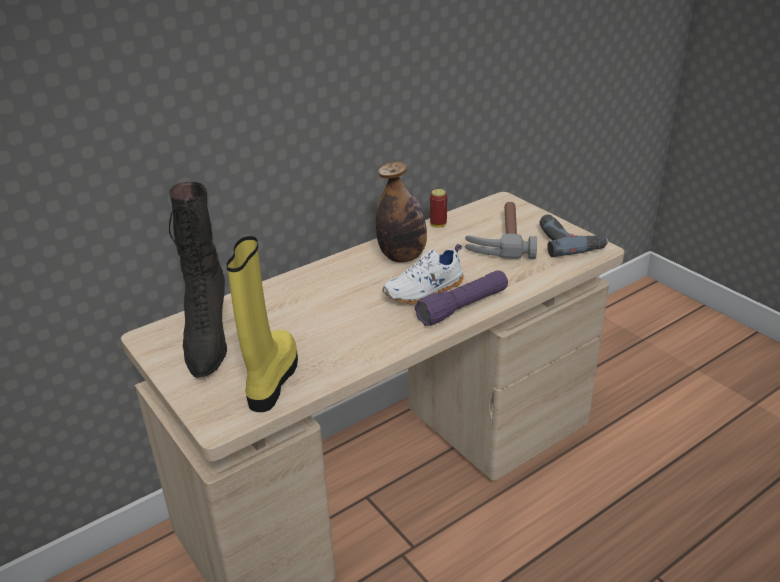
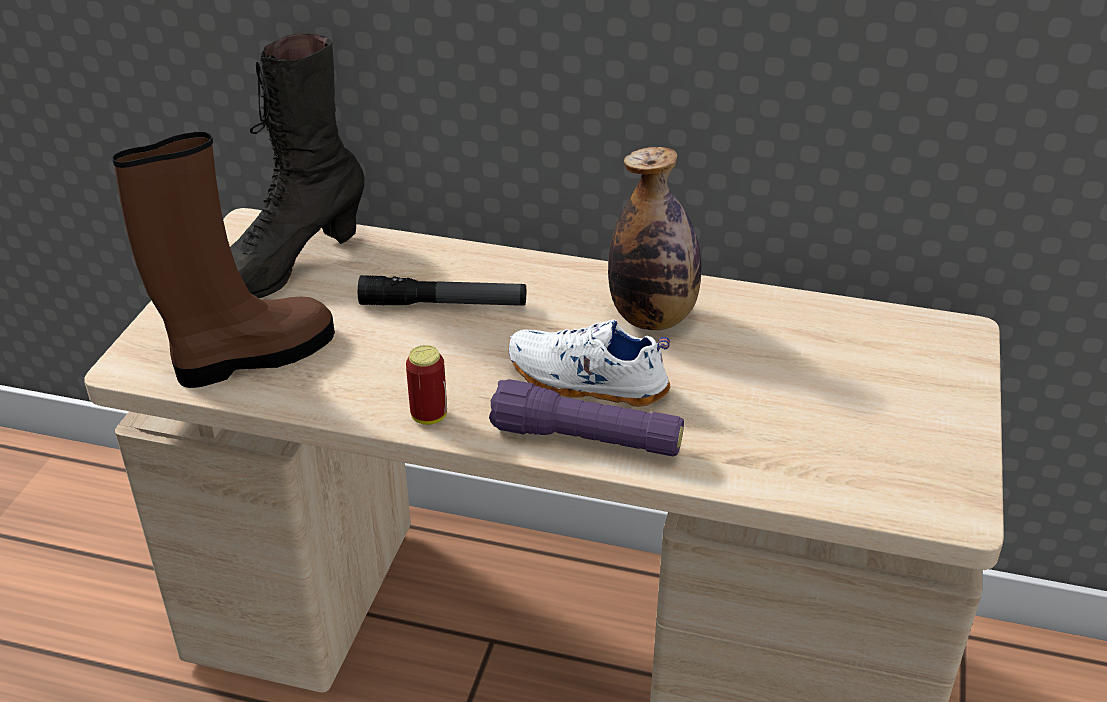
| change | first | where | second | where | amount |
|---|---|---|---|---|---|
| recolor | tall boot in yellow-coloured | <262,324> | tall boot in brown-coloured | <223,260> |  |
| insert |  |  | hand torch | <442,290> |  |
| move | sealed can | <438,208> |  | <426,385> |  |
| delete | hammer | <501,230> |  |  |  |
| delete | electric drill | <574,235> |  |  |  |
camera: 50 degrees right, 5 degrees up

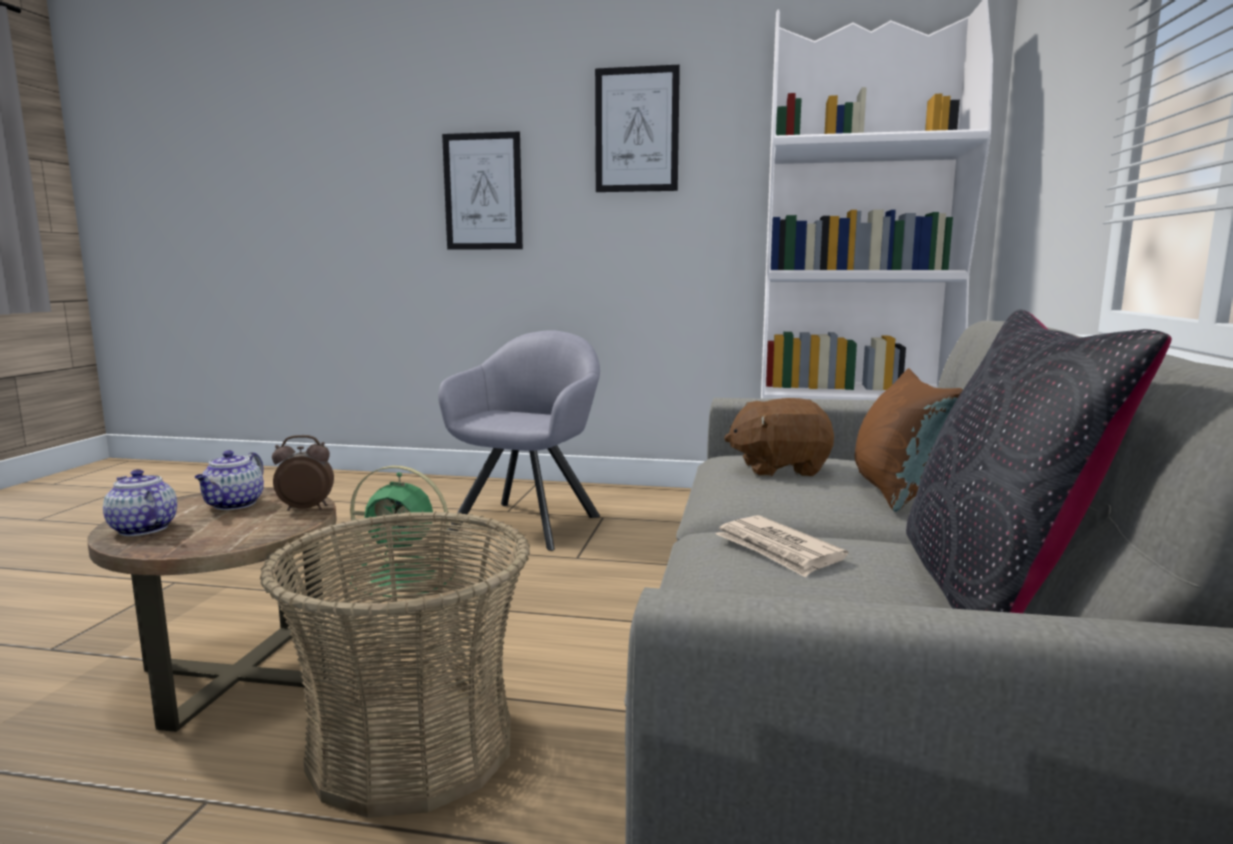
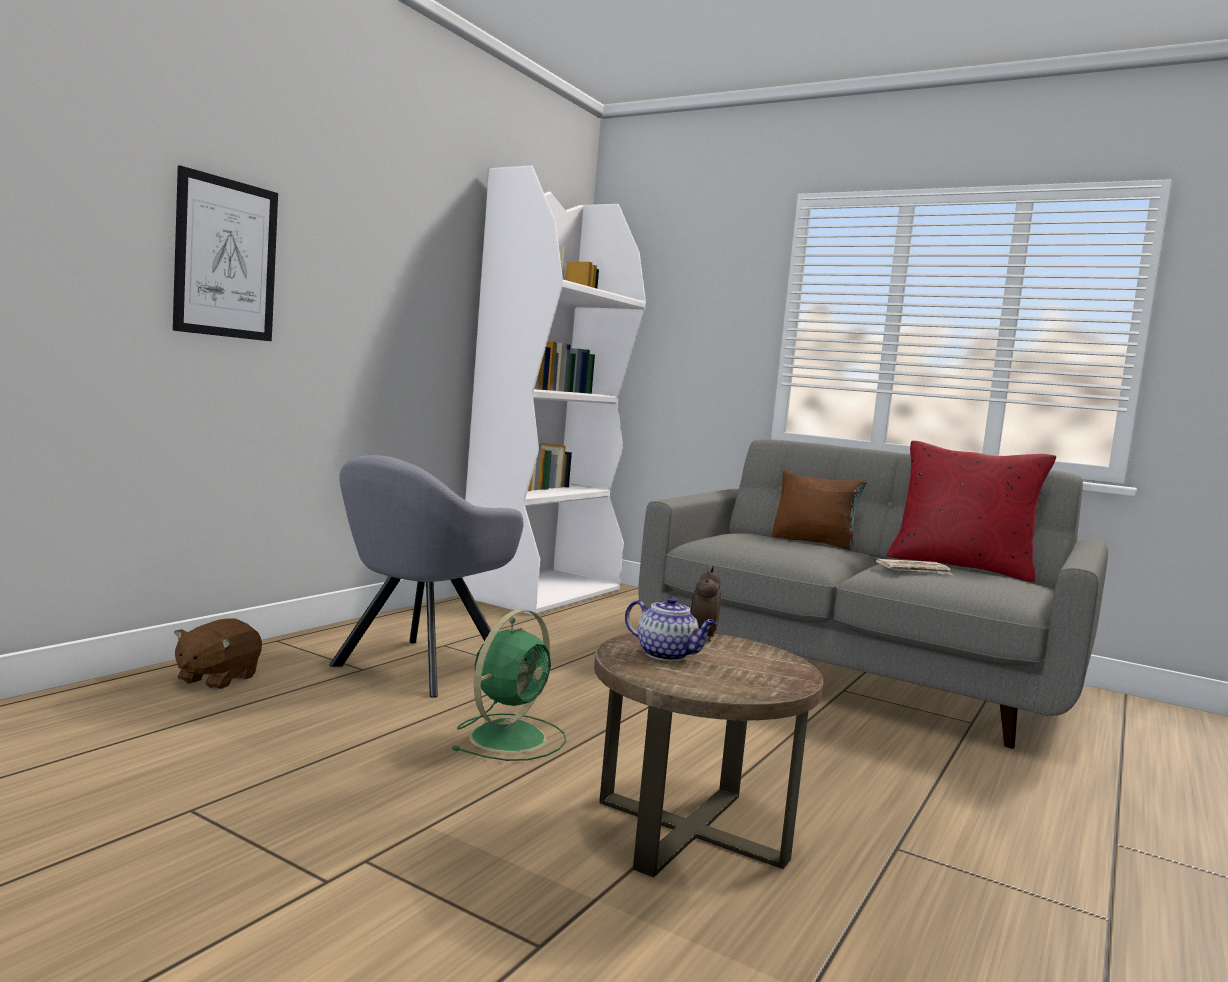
| change | first | where | second | where | amount |
|---|---|---|---|---|---|
| move | cuddly toy in brown-coloured | <779,437> |  | <218,654> |  |
| rotate | lounge chair in greyish | <519,440> |  | <426,576> | 105 degrees counterclockwise |
| recolor | cushion in blackish | <1039,461> | cushion in reddish | <971,511> |  |
| delete | pot for tea | <140,502> |  |  |  |
| delete | basket | <395,664> |  |  |  |
| delete | picture | <637,128> |  |  |  |
camera: 70 degrees left, 5 degrees down

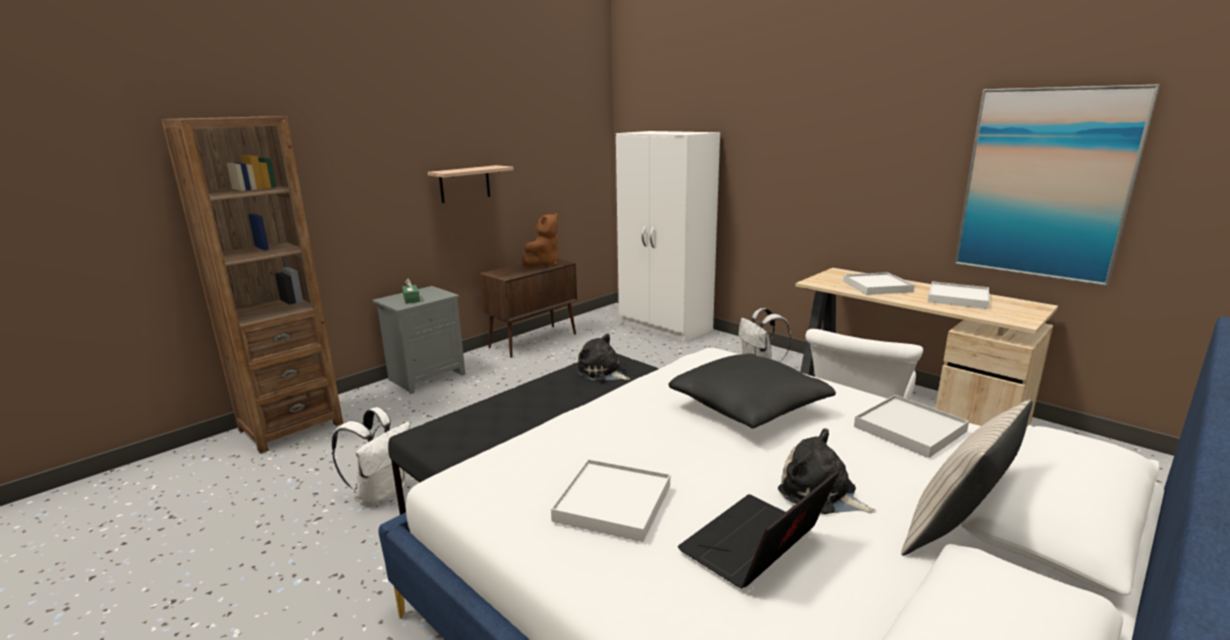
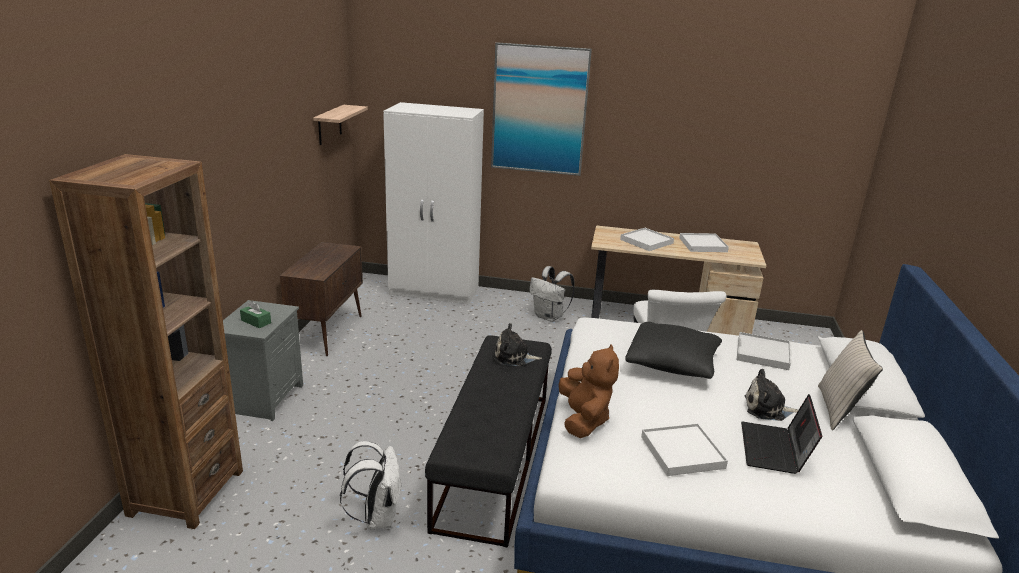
| change | first | where | second | where | amount |
|---|---|---|---|---|---|
| move | shelf | <471,184> |  | <340,125> |  |
| move | picture | <1057,186> |  | <541,109> |  |
| move | cuddly toy in brown-coloured | <540,240> |  | <589,391> |  |
camera: 35 degrees left, 5 degrees up

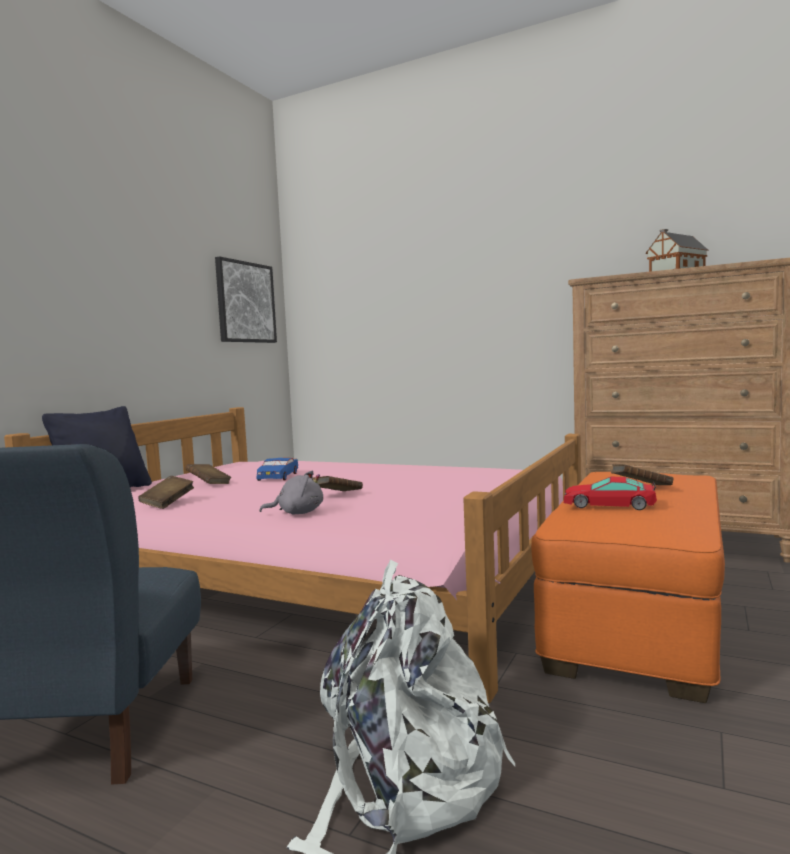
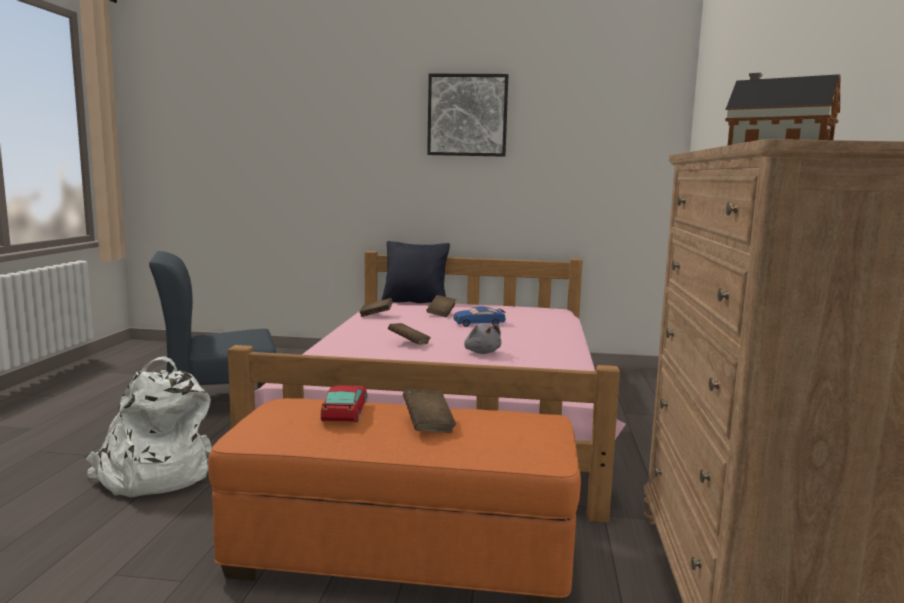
| change | first | where | second | where | amount |
|---|---|---|---|---|---|
| move | picture | <246,299> |  | <467,115> |  |
| move | cuddly toy in greyish | <291,493> |  | <482,339> |  |
camera: 70 degrees right, 5 degrees up

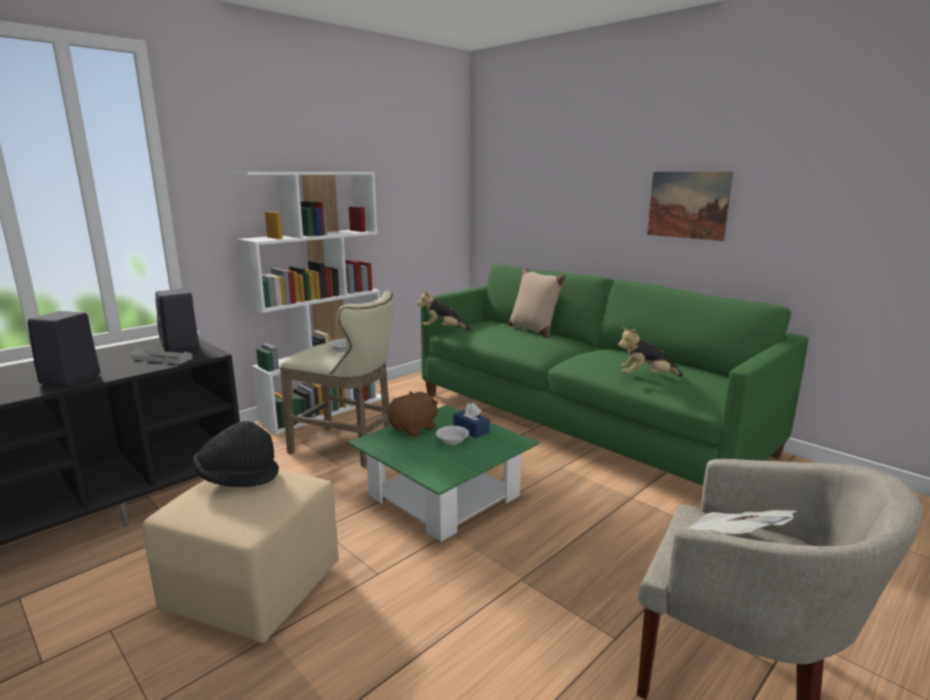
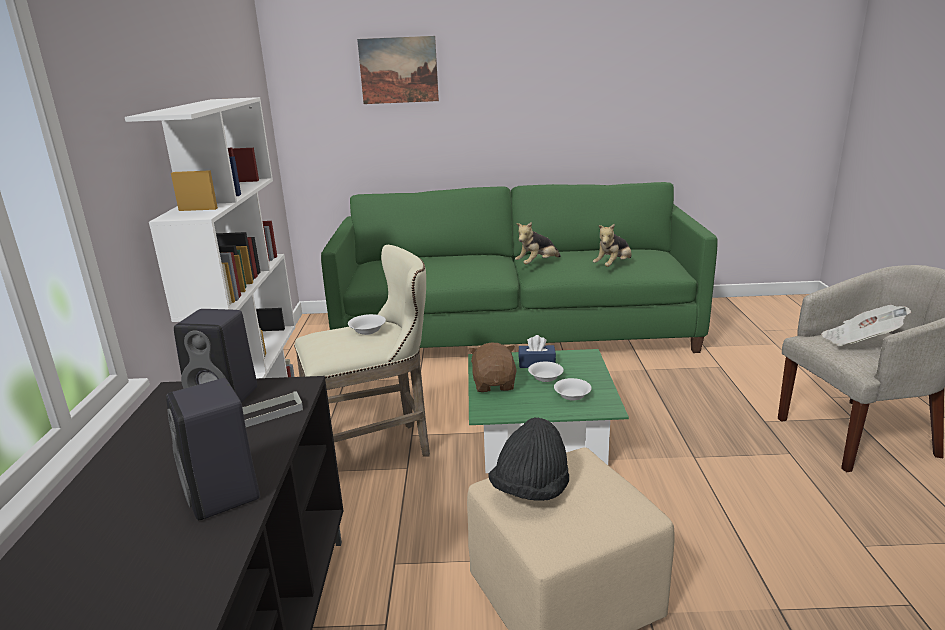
| change | first | where | second | where | amount |
|---|---|---|---|---|---|
| move | picture | <690,206> |  | <398,70> |  |
| move | cuddly toy | <444,310> |  | <538,243> |  |
| insert |  |  | serving bowl in white | <573,389> |  |
| delete | cushion in beige | <537,303> |  |  |  |
camera: 45 degrees left, 5 degrees up

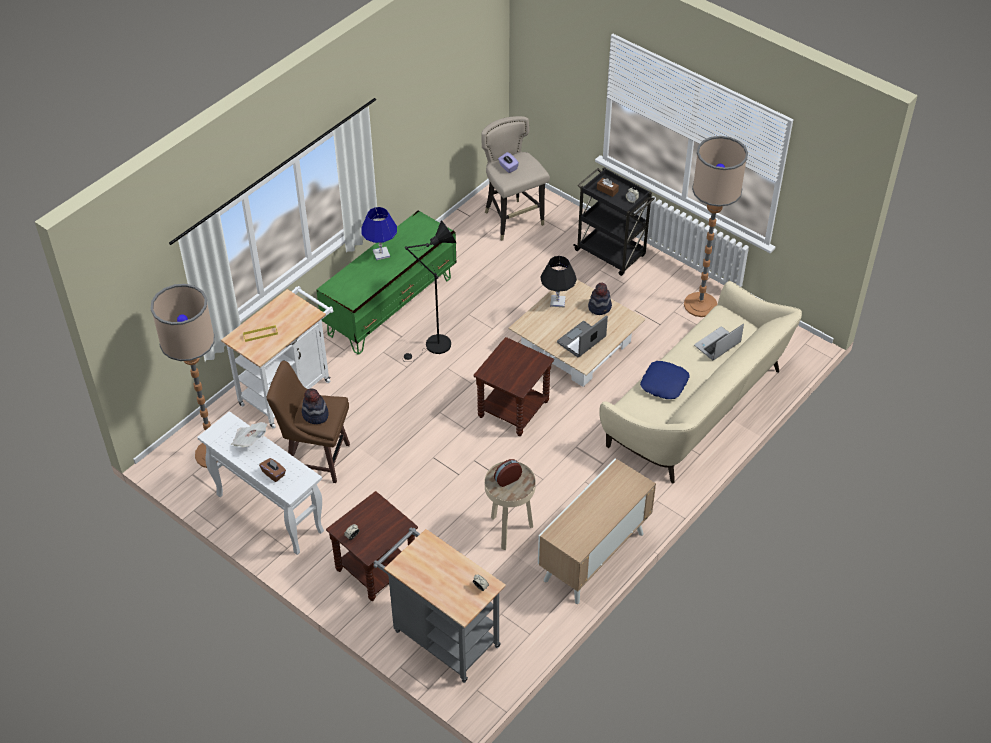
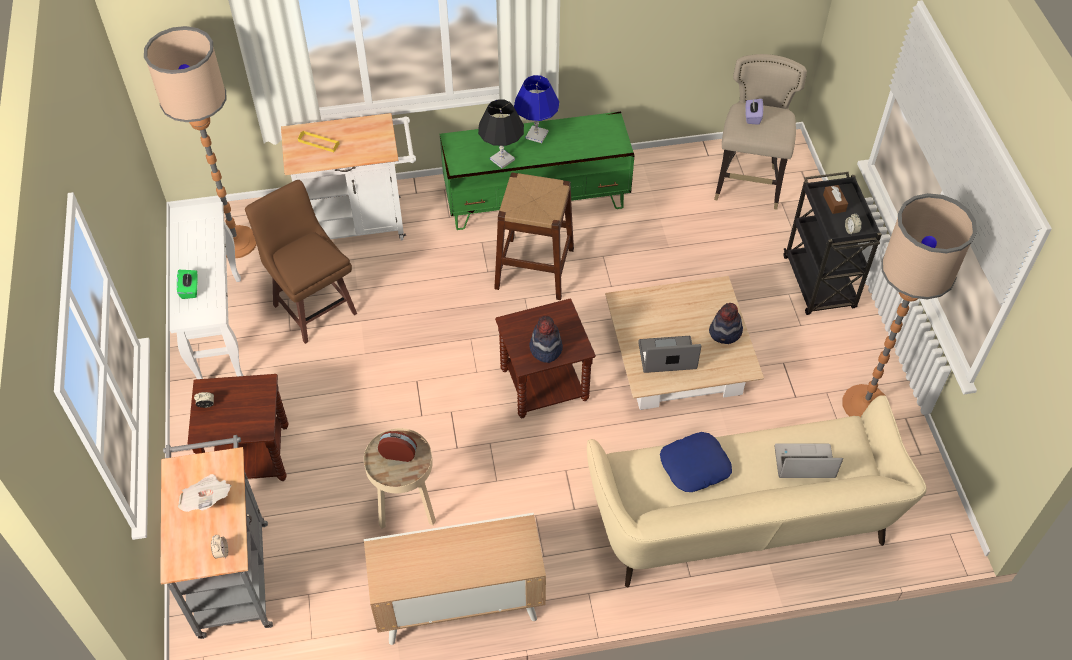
| change | first | where | second | where | amount |
|---|---|---|---|---|---|
| recolor | tissue box in brown-coloured | <272,470> | tissue box in green | <187,284> |  |
| move | newspaper | <249,434> |  | <205,493> |  |
| move | tabletop lamp in blackish | <558,281> |  | <501,134> |  |
| replace | standard lamp in blackish | <429,290> | sitting stool in brown-coloured | <534,236> |  |
| move | hat | <315,406> |  | <546,339> |  |
camera: 40 degrees right, 5 degrees up

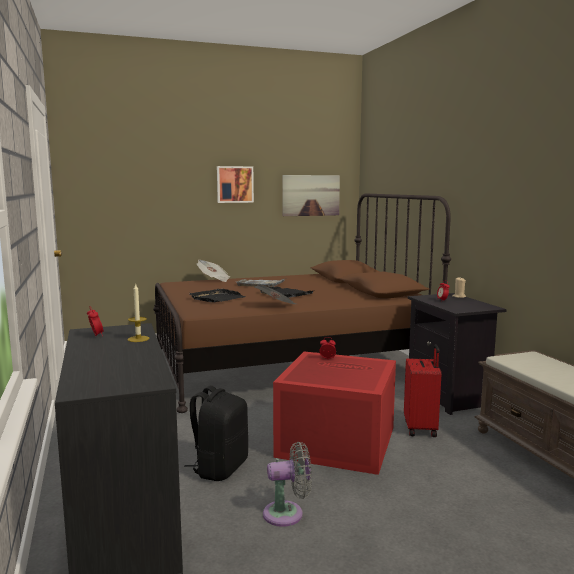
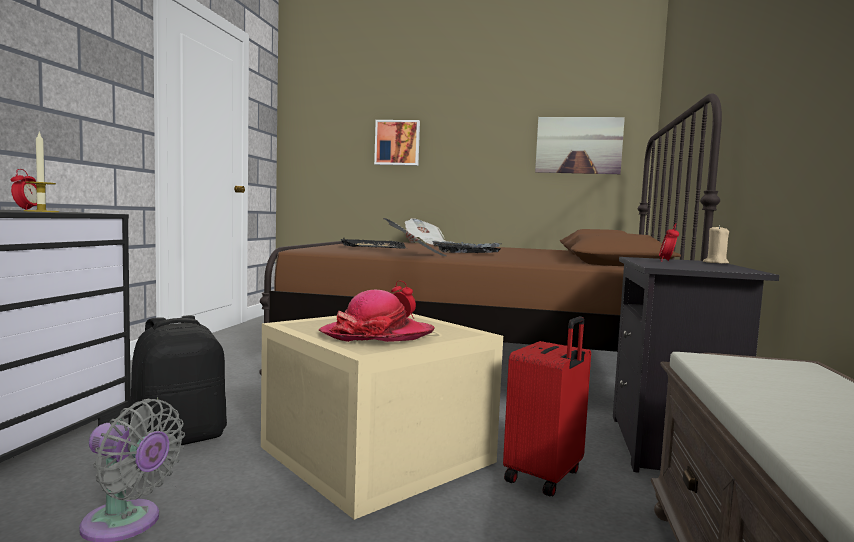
| change | first | where | second | where | amount |
|---|---|---|---|---|---|
| recolor | storage container in reddish | <334,413> | storage container in beige | <382,417> |  |
| insert |  |  | hat | <377,316> |  |
| move | picture | <235,184> |  | <397,143> |  |
camera: 30 degrees right, 5 degrees down

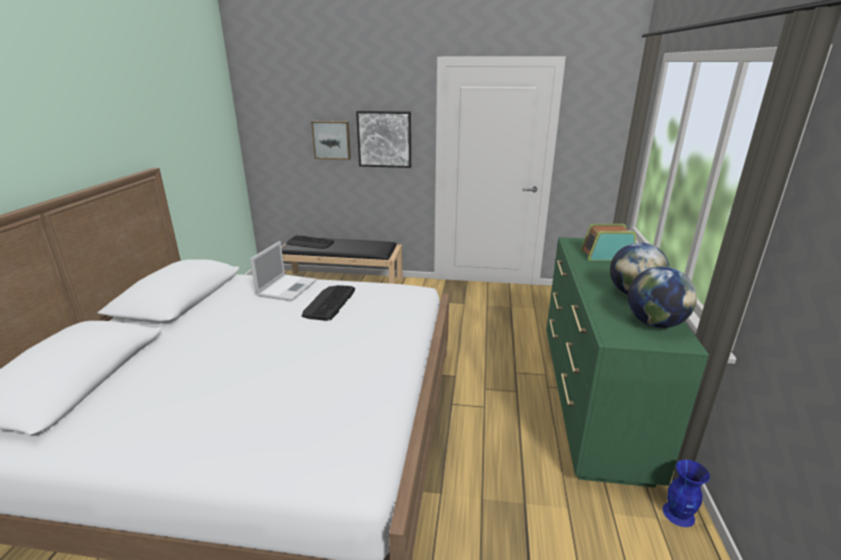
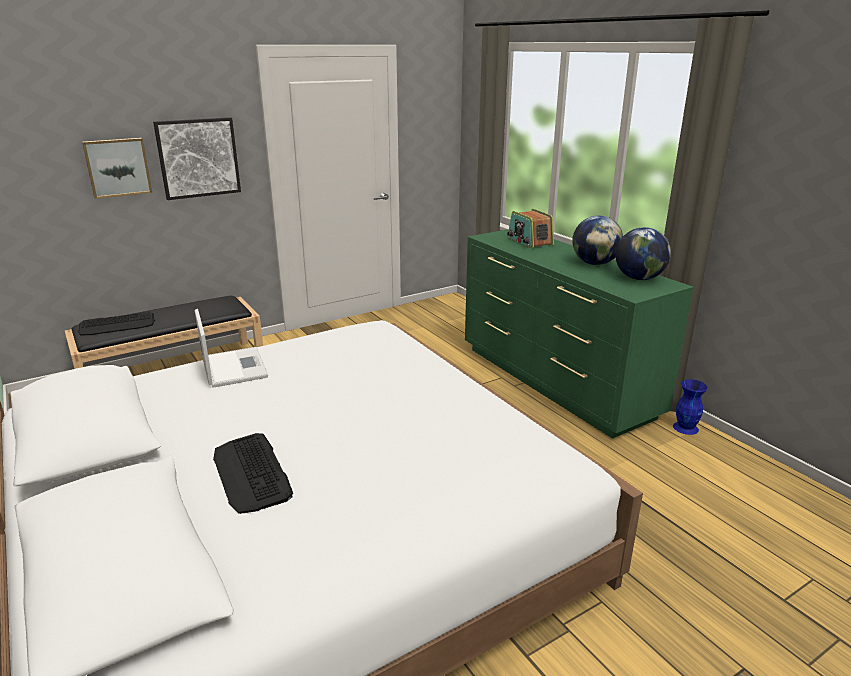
| change | first | where | second | where | amount |
|---|---|---|---|---|---|
| move | computer keyboard | <328,303> |  | <253,473> |  |
| rotate | radio set | <608,242> |  | <530,229> | 75 degrees counterclockwise |
camera: 40 degrees left, 0 degrees up

